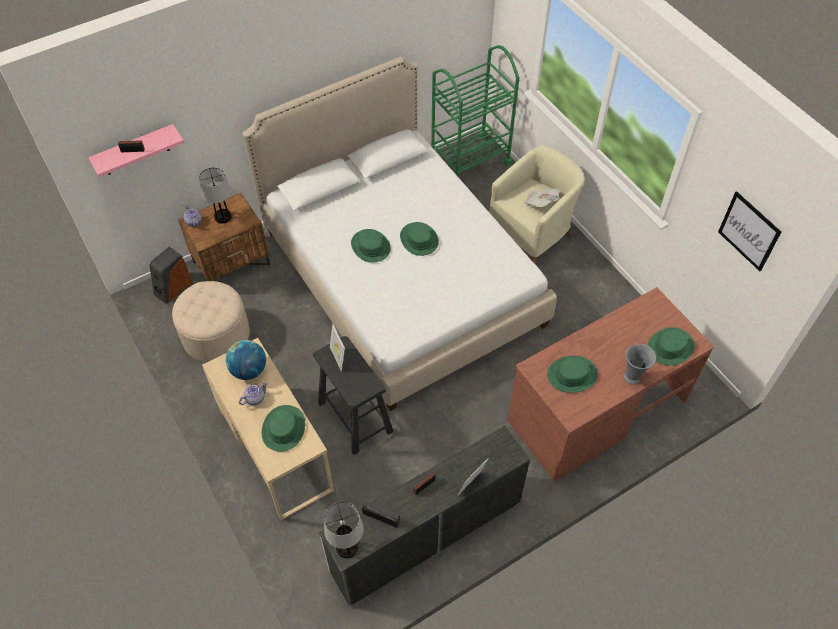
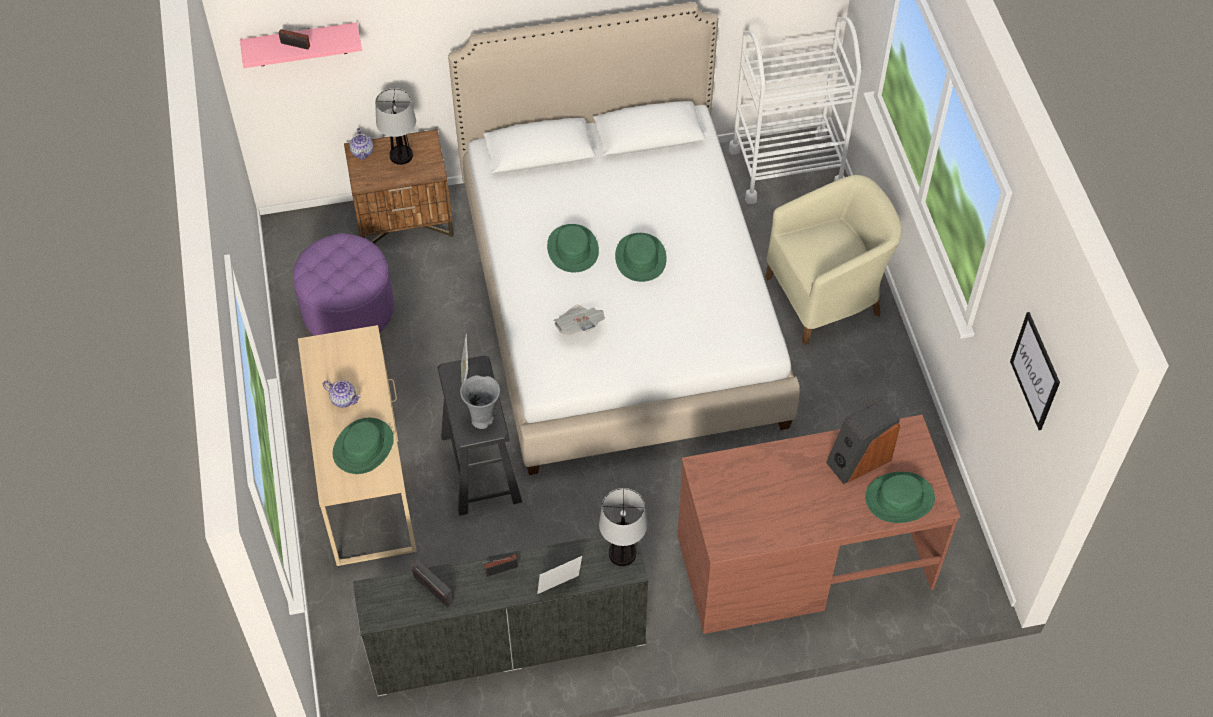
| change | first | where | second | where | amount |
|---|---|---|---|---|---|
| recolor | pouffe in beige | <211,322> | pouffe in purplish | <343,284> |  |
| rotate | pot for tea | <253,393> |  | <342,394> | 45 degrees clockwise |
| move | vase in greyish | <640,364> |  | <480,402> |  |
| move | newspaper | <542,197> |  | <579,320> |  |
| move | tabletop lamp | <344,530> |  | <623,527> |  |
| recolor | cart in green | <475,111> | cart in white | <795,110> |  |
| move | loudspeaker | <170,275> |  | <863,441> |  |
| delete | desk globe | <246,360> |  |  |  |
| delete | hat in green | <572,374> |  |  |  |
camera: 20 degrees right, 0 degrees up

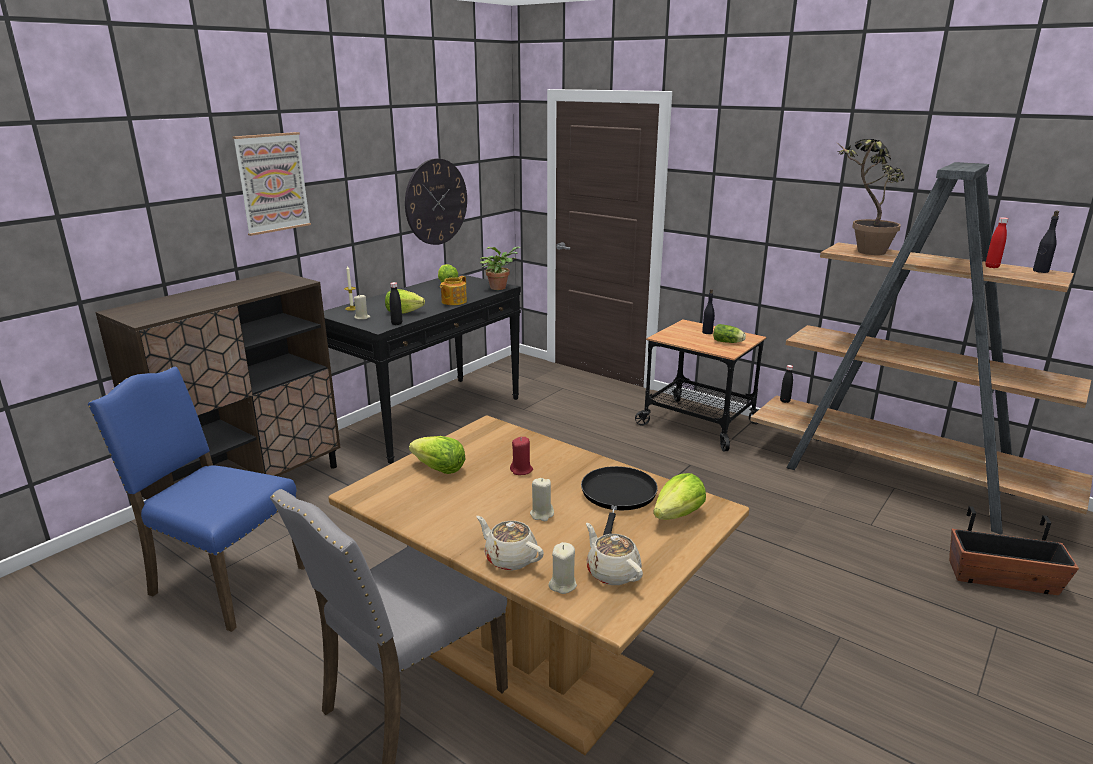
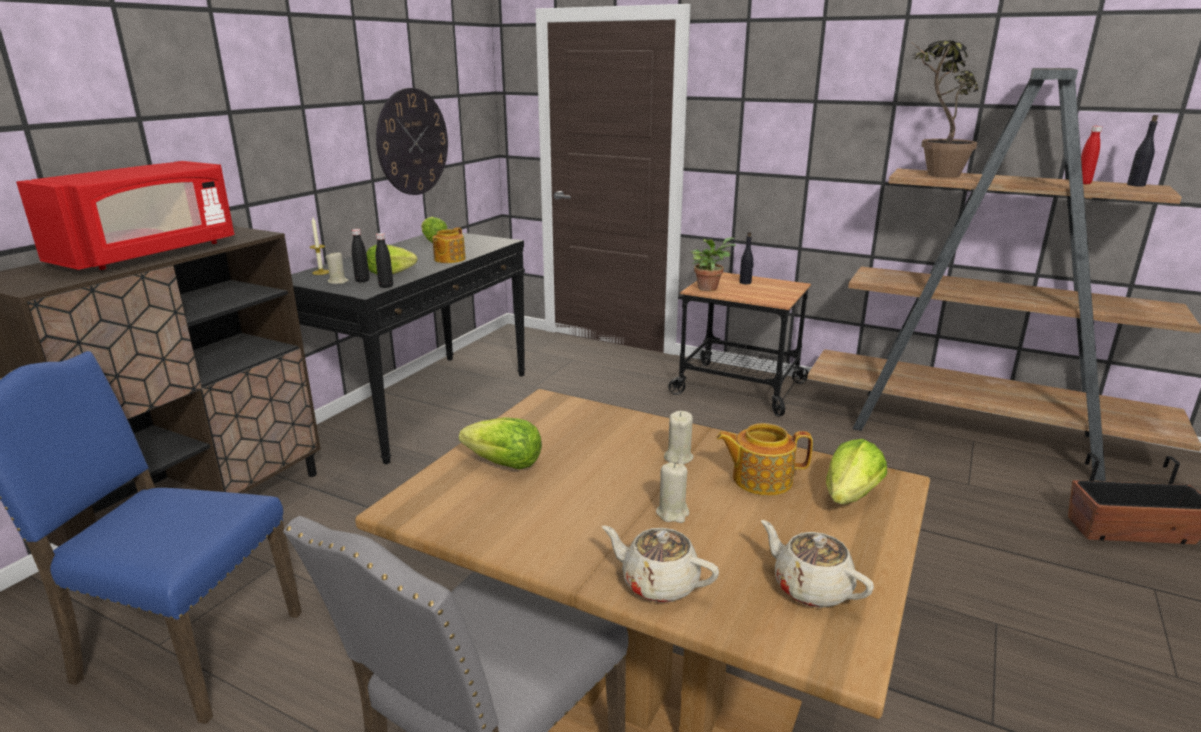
| change | first | where | second | where | amount |
|---|---|---|---|---|---|
| insert |  |  | microwave in reddish | <125,215> |  |
| move | drink bottle in blackish | <786,384> |  | <360,256> |  |
| move | wax candle in beige | <562,568> |  | <679,437> |  |
| move | potted plant | <500,268> |  | <713,264> |  |
| replace | pan in blackish | <619,500> | pot for tea | <764,459> |  |
| delete | picture | <272,184> |  |  |  |
| delete | wax candle in reddish | <521,456> |  |  |  |
| delete | lettuce | <729,333> |  |  |  |
camera: 10 degrees left, 0 degrees up

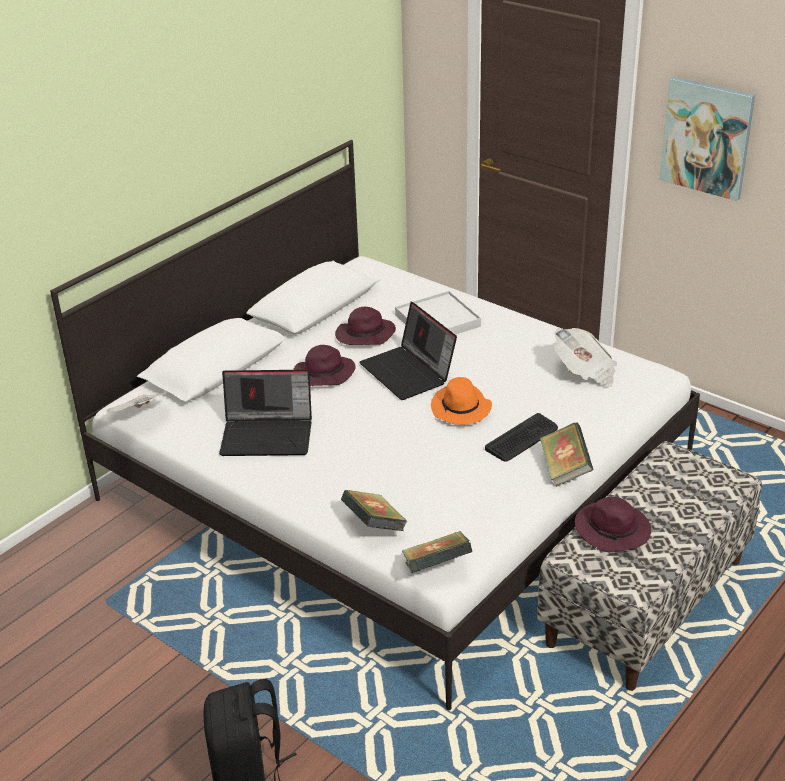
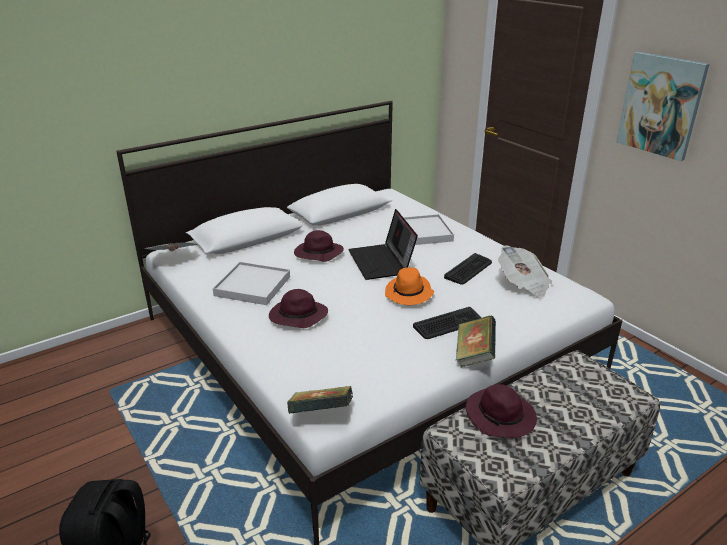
| change | first | where | second | where | amount |
|---|---|---|---|---|---|
| replace | laptop | <265,412> | tray in white | <251,283> |  |
| move | hat in purplish | <365,326> |  | <298,308> |  |
| insert |  |  | computer keyboard | <468,269> |  |
| delete | book | <374,510> |  |  |  |
camera: 15 degrees right, 5 degrees down

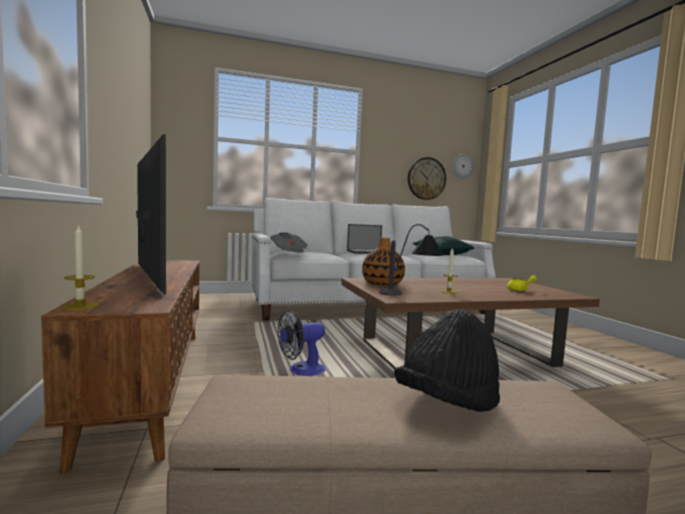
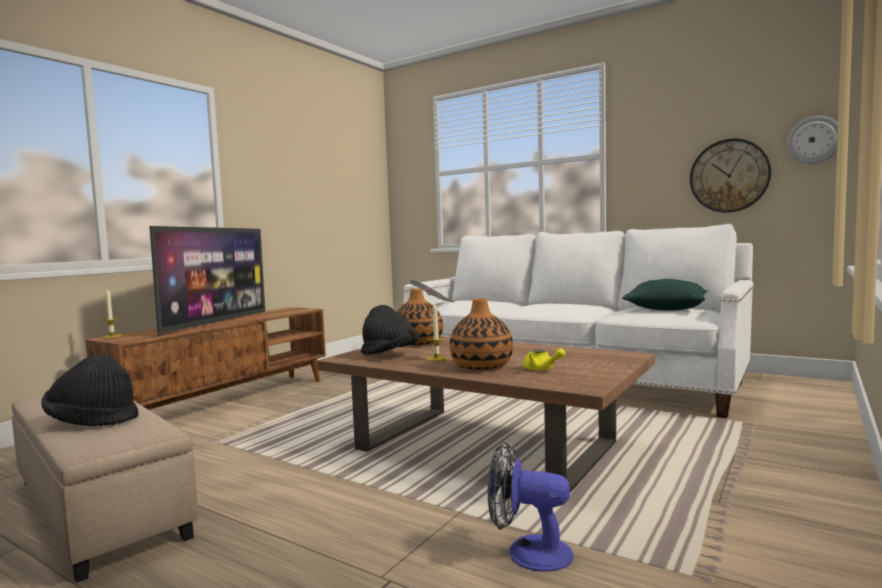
| change | first | where | second | where | amount |
|---|---|---|---|---|---|
| replace | tabletop lamp | <411,259> | hat in blackish | <390,330> |  |
| insert |  |  | vase | <481,334> |  |
| move | cooling fan | <301,343> |  | <530,507> |  |
| delete | laptop | <364,239> |  |  |  |
camera: 50 degrees right, 0 degrees up

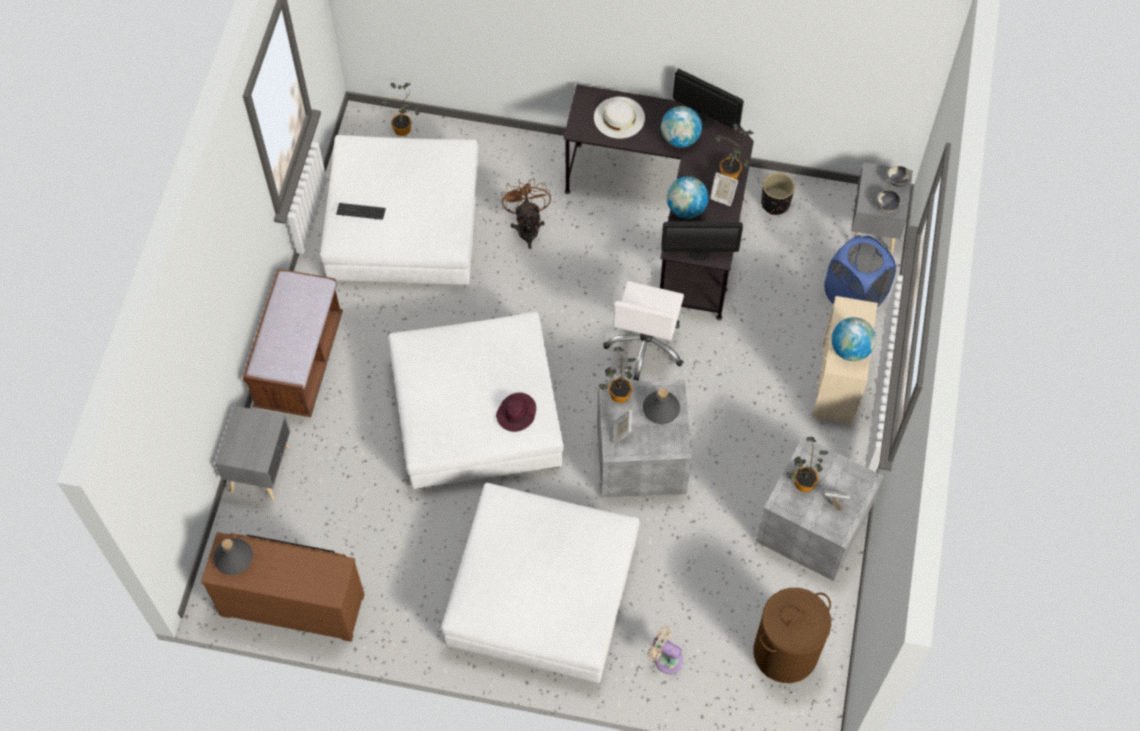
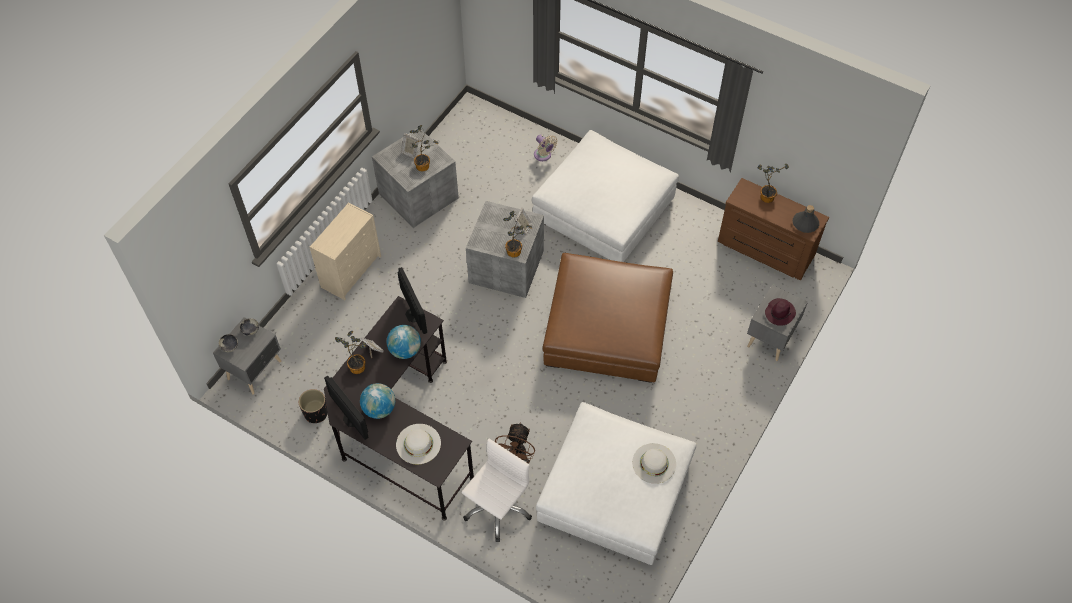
| change | first | where | second | where | amount |
|---|---|---|---|---|---|
| rotate | computer screen | <702,240> |  | <412,300> | 45 degrees clockwise |
| move | computer chair in white | <643,331> |  | <497,490> |  |
| recolor | pouffe in white | <476,400> | pouffe in brown-coloured | <608,318> |  |
| replace | computer keyboard | <361,211> | hat in white | <654,463> |  |
| move | potted plant | <400,109> |  | <773,183> |  |
| move | hat in purplish | <516,412> |  | <780,312> |  |
| delete | indoor bench in brown-coloured | <293,343> |  |  |  |
| delete | drink bottle in greyish | <661,406> |  |  |  |
| delete | hamper in brown-coloured | <792,635> |  |  |  |
| delete | hamper in blue | <860,271> |  |  |  |
| delete | desk globe | <853,339> |  |  |  |
camera: 160 degrees left, 5 degrees down

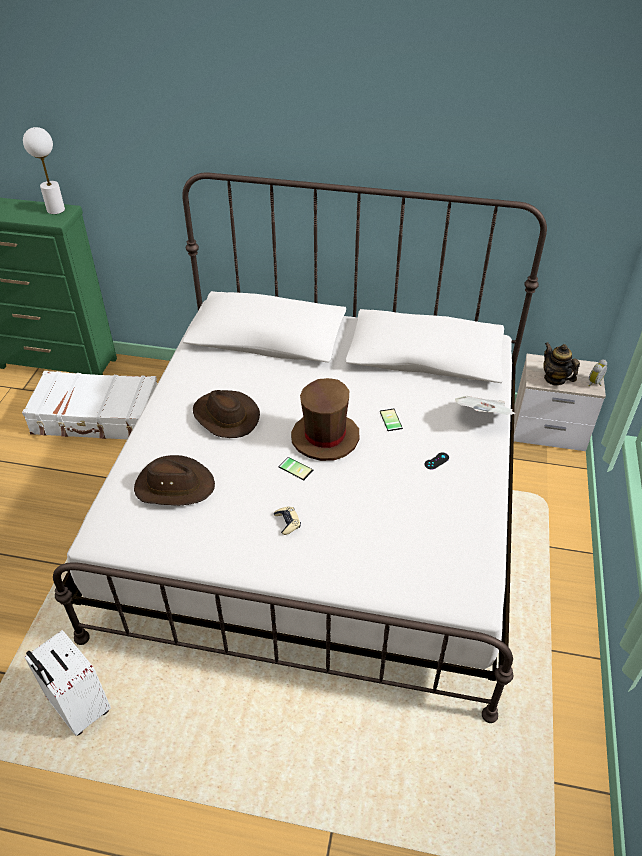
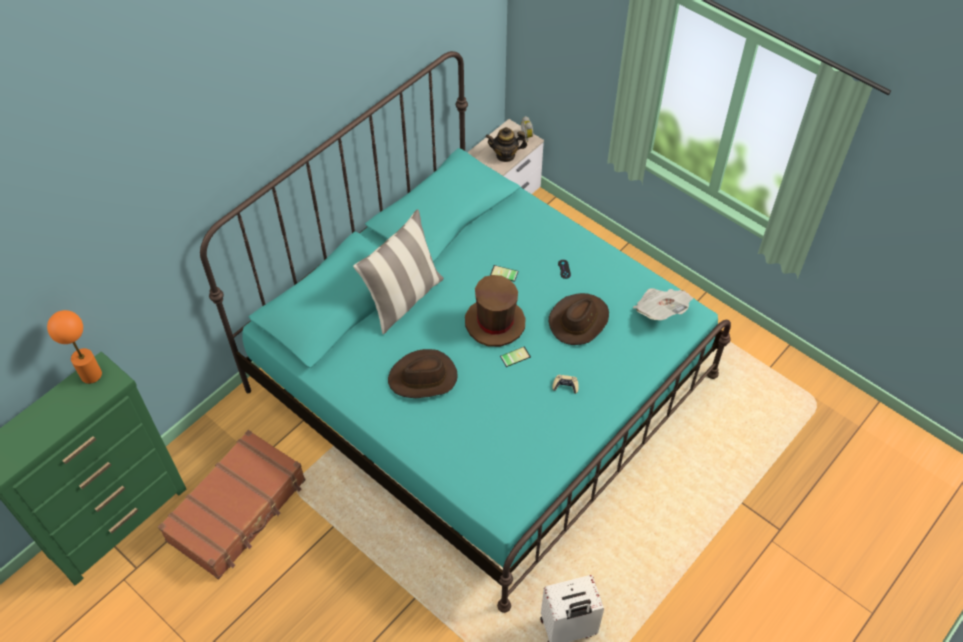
| change | first | where | second | where | amount |
|---|---|---|---|---|---|
| recolor | tabletop lamp in white | <44,170> | tabletop lamp in orangey | <74,347> |  |
| recolor | suitcase in white | <89,405> | suitcase in brown-coloured | <231,504> |  |
| recolor | bedroom bed in white | <300,447> | bedroom bed in turquoise-coloured | <465,332> |  |
| insert |  |  | cushion | <398,271> |  |
| move | hat in brown-coloured | <174,480> |  | <579,319> |  |
| move | newspaper | <485,405> |  | <663,304> |  |
camera: 60 degrees left, 10 degrees up

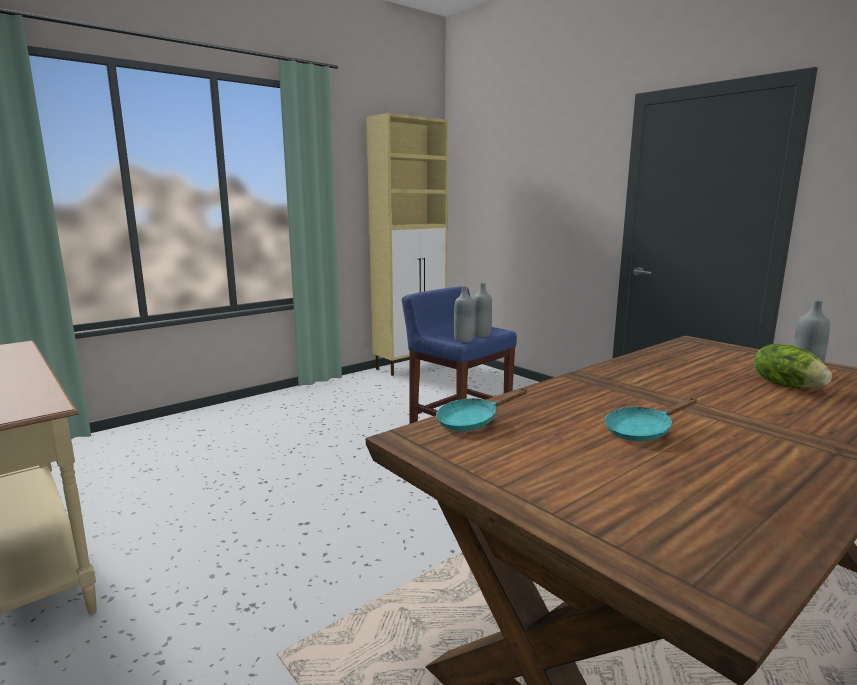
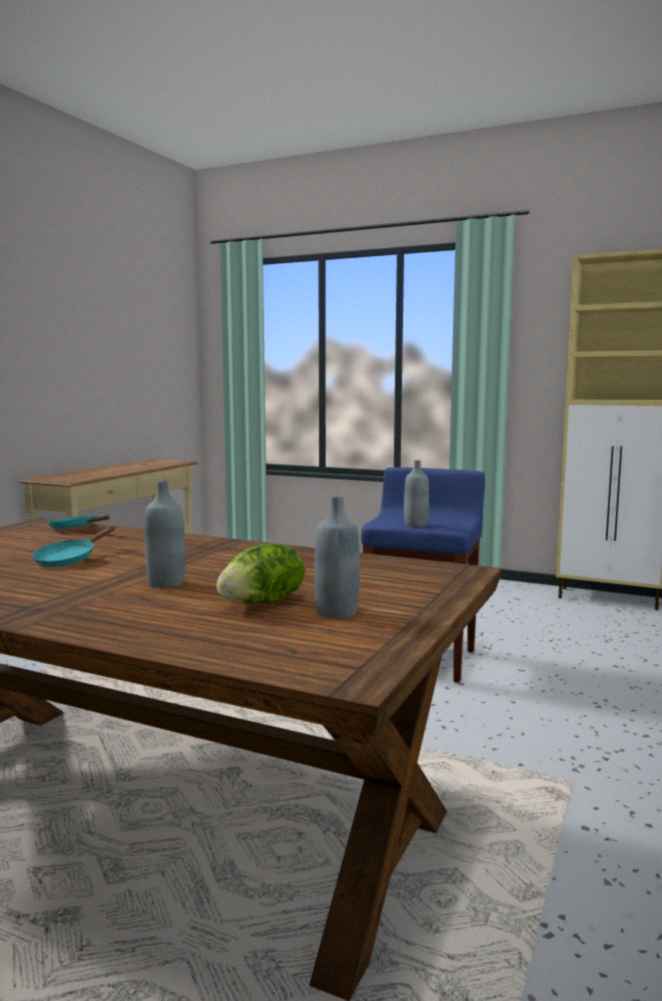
| change | first | where | second | where | amount |
|---|---|---|---|---|---|
| rotate | pan in turquoise-coloured | <651,419> |  | <73,546> | 105 degrees counterclockwise |
| move | drink bottle in greyish | <464,314> |  | <165,534> |  |
camera: 65 degrees right, 5 degrees down

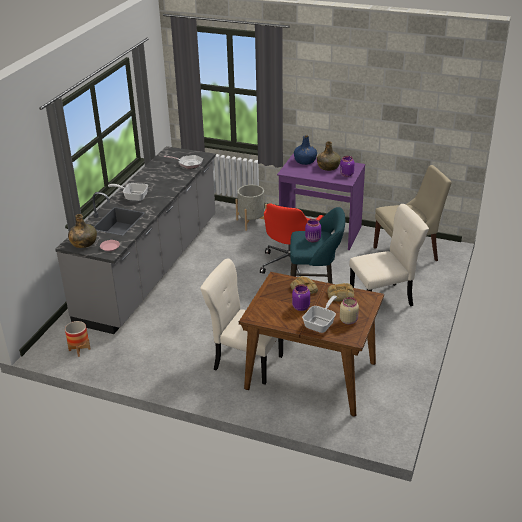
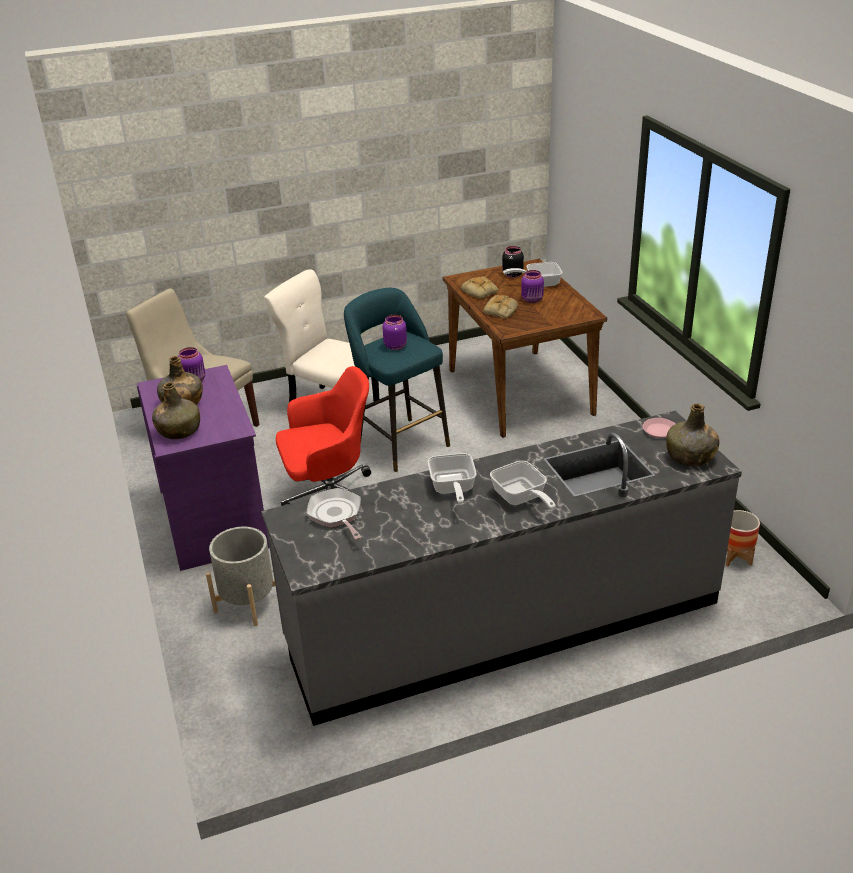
| change | first | where | second | where | amount |
|---|---|---|---|---|---|
| recolor | drink bottle in blue | <305,150> | drink bottle in green | <176,410> |  |
| insert |  |  | pan | <452,478> |  |
| recolor | storage jar in beige | <349,311> | storage jar in blackish | <513,262> |  |
| delete | chair in beige | <241,322> |  |  |  |
camera: 130 degrees left, 0 degrees up

